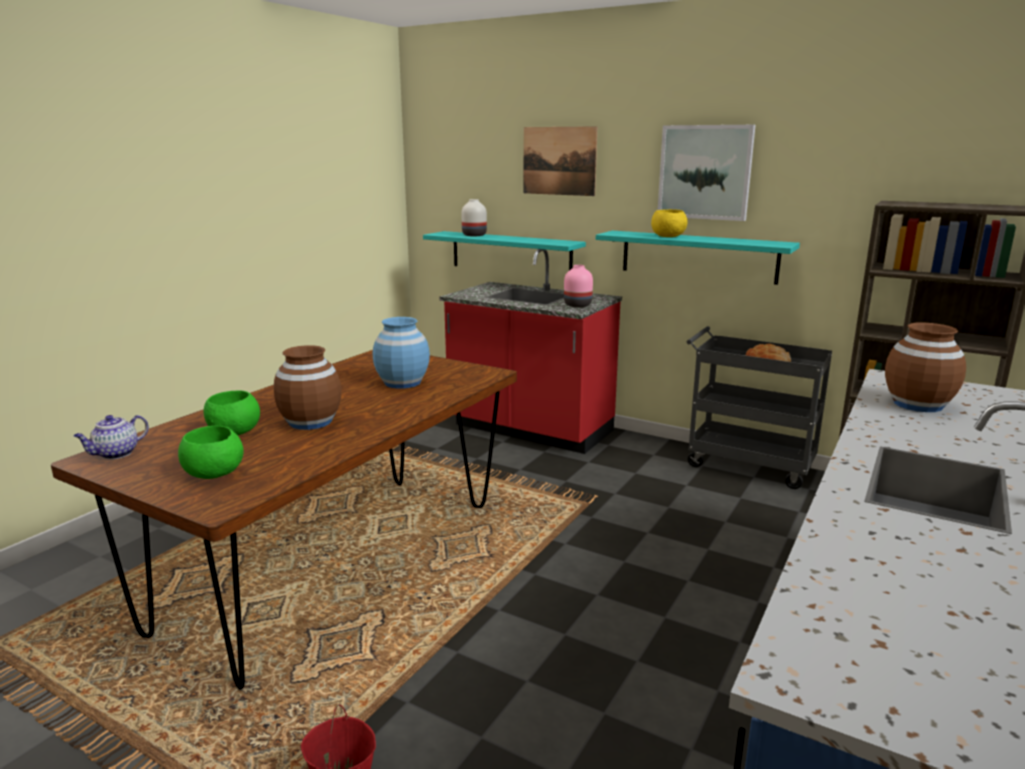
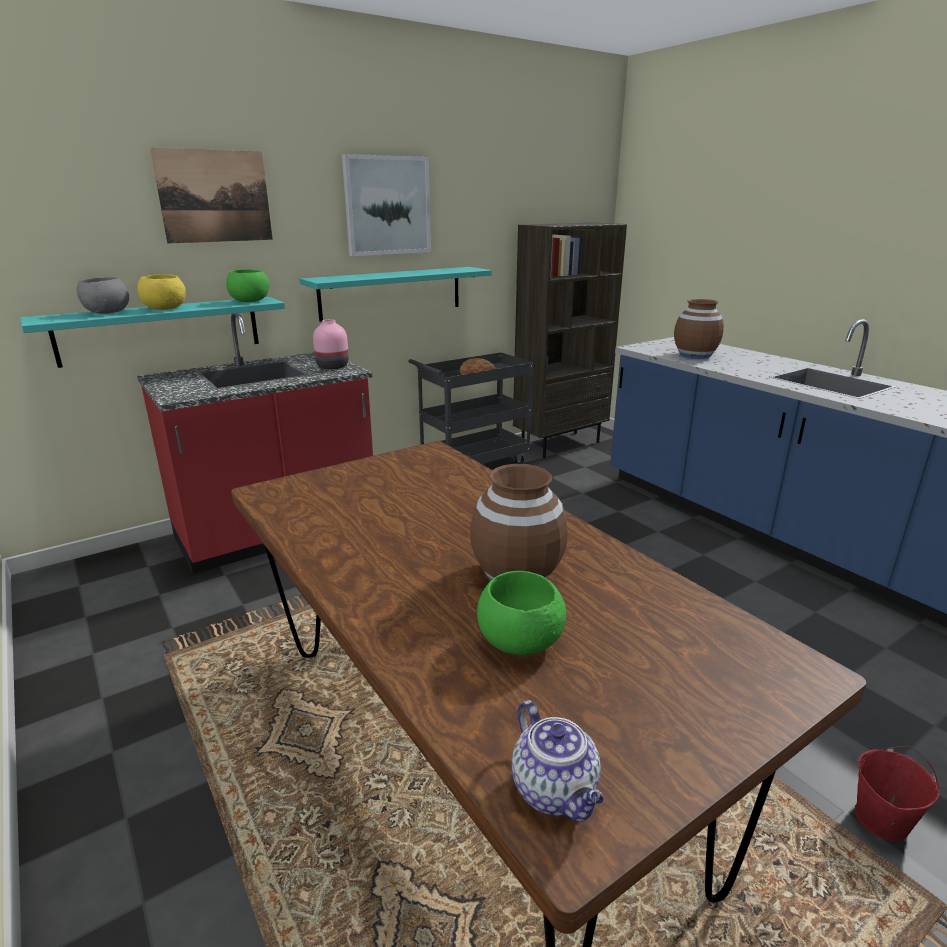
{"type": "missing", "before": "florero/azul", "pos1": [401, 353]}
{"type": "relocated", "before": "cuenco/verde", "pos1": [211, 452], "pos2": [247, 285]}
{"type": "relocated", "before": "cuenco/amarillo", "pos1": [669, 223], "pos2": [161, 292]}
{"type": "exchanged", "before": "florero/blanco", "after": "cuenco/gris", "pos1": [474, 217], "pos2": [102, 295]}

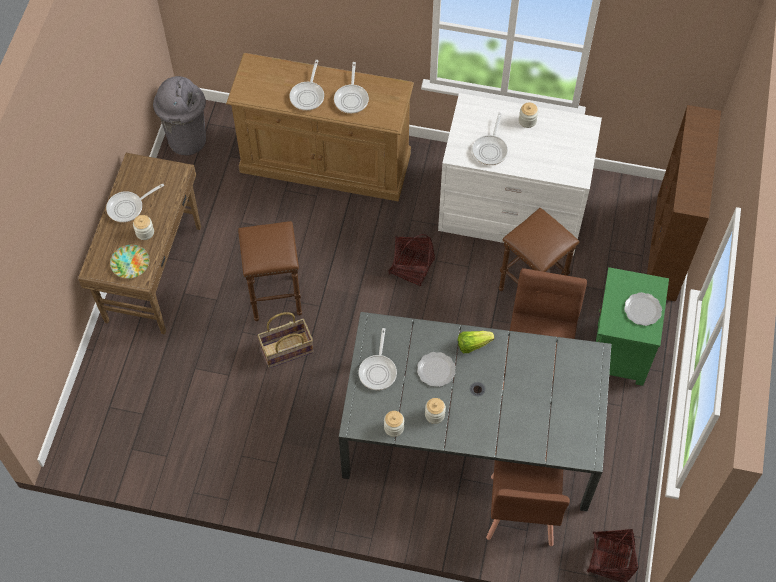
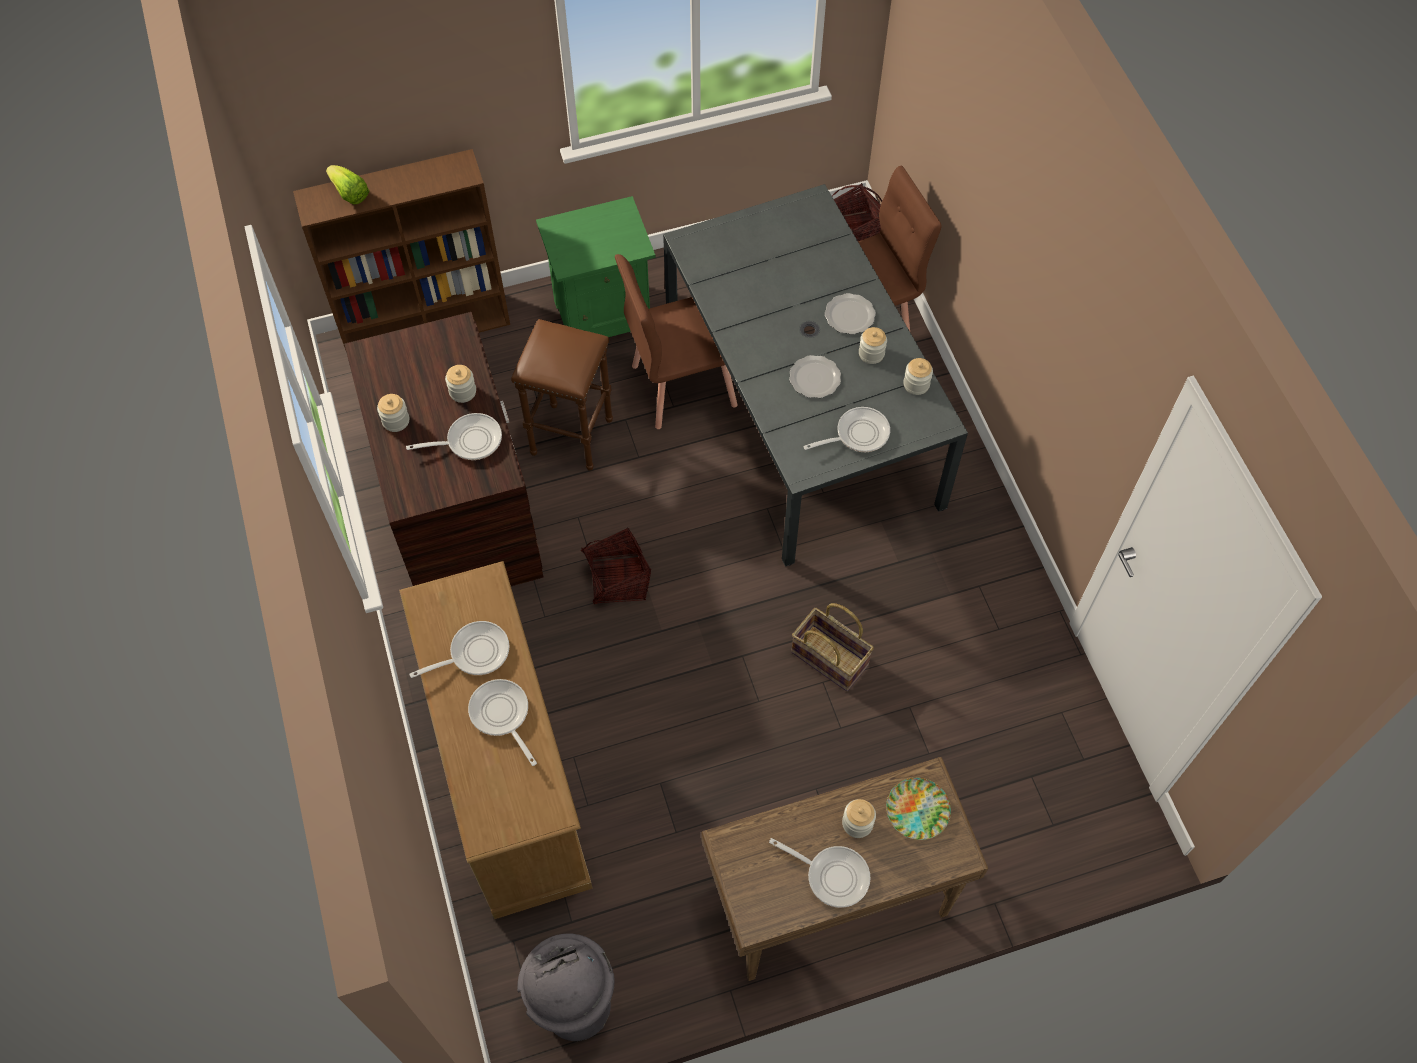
{"type": "missing", "before": "taburete/marrón", "pos1": [270, 271]}
{"type": "appeared", "after": "tarro", "pos2": [460, 384]}
{"type": "relocated", "before": "lechuga", "pos1": [476, 342], "pos2": [347, 184]}
{"type": "relocated", "before": "plato", "pos1": [643, 309], "pos2": [850, 313]}
{"type": "colour", "before": "cómoda/blanco", "after": "cómoda/marrón", "pos1": [520, 174], "pos2": [443, 449]}
{"type": "spun", "before": "sartén", "pos1": [306, 85], "pos2": [502, 722], "turn": -105}

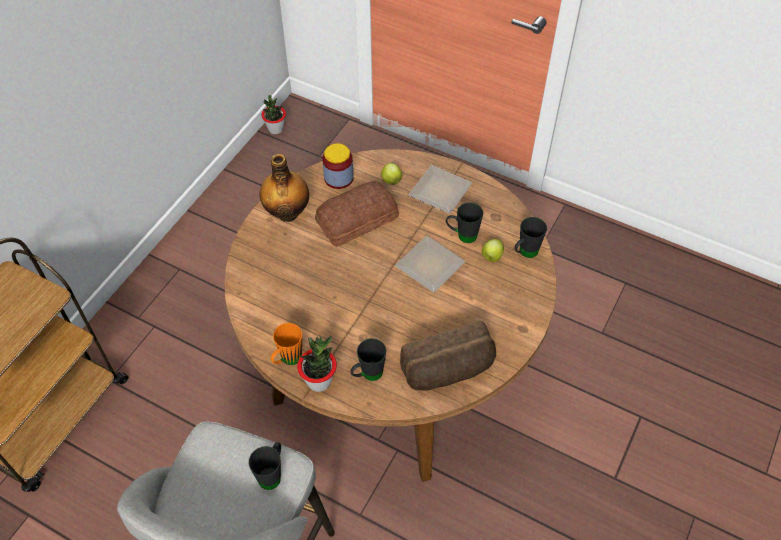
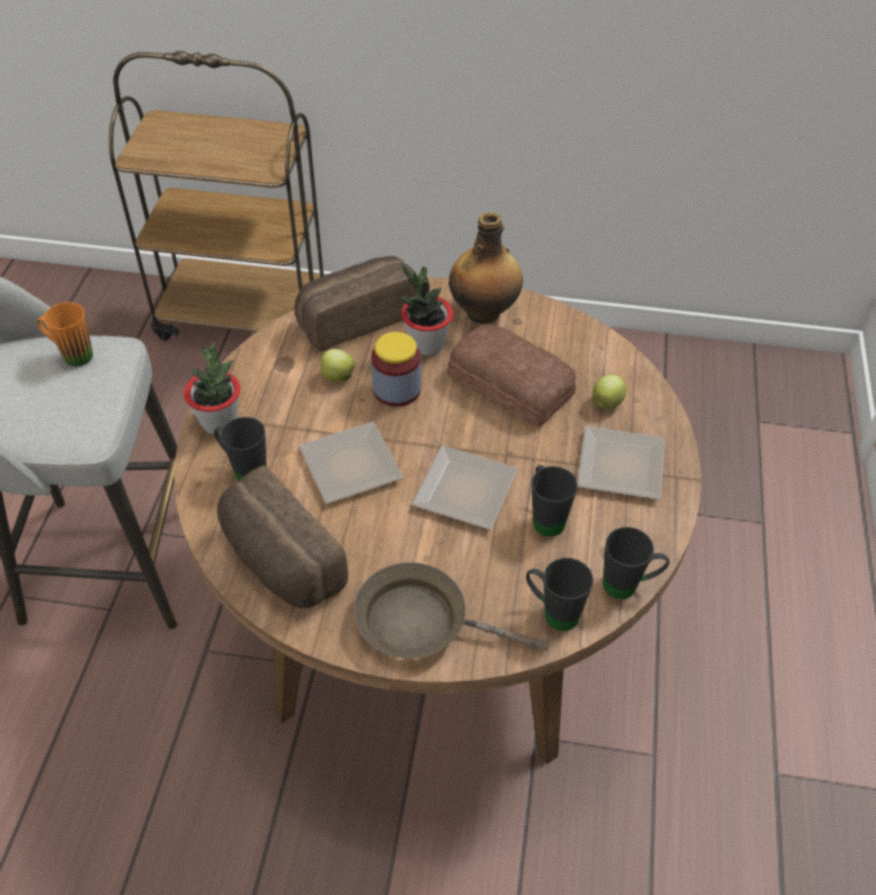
{"type": "appeared", "after": "pan", "pos2": [356, 304]}
{"type": "appeared", "after": "plato", "pos2": [351, 463]}
{"type": "appeared", "after": "sartén/marrón", "pos2": [451, 610]}
{"type": "relocated", "before": "taza grande/negro", "pos1": [265, 466], "pos2": [636, 563]}
{"type": "relocated", "before": "planta en maceta", "pos1": [273, 114], "pos2": [427, 310]}
{"type": "relocated", "before": "taza grande/naranja", "pos1": [286, 344], "pos2": [65, 334]}
{"type": "relocated", "before": "tarro", "pos1": [338, 166], "pos2": [396, 369]}
{"type": "relocated", "before": "manzana", "pos1": [493, 250], "pos2": [337, 365]}

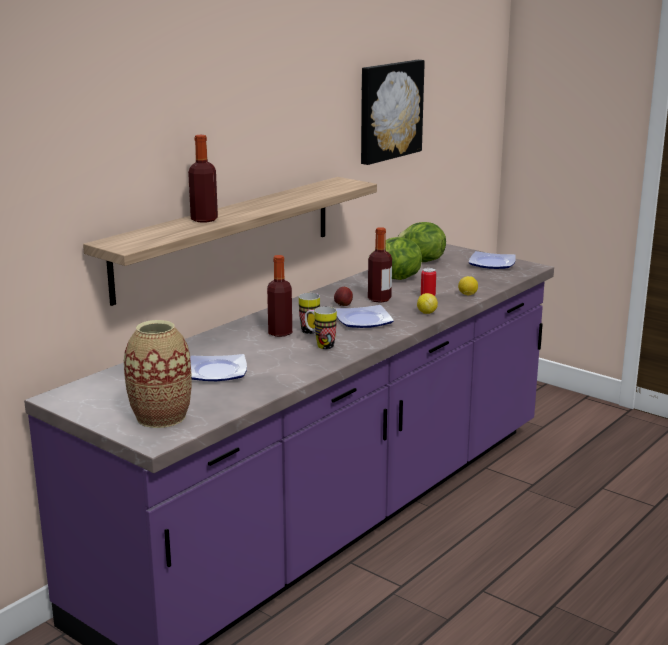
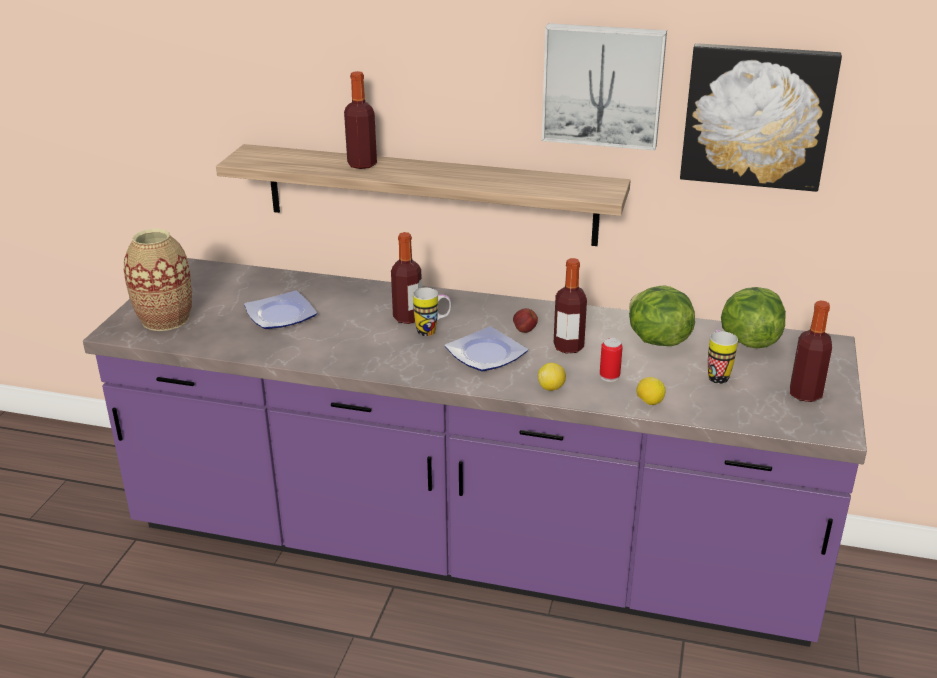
{"type": "appeared", "after": "cuadro", "pos2": [604, 87]}
{"type": "relocated", "before": "taza grande", "pos1": [321, 327], "pos2": [723, 357]}
{"type": "exchanged", "before": "plato", "after": "botella", "pos1": [492, 260], "pos2": [811, 351]}

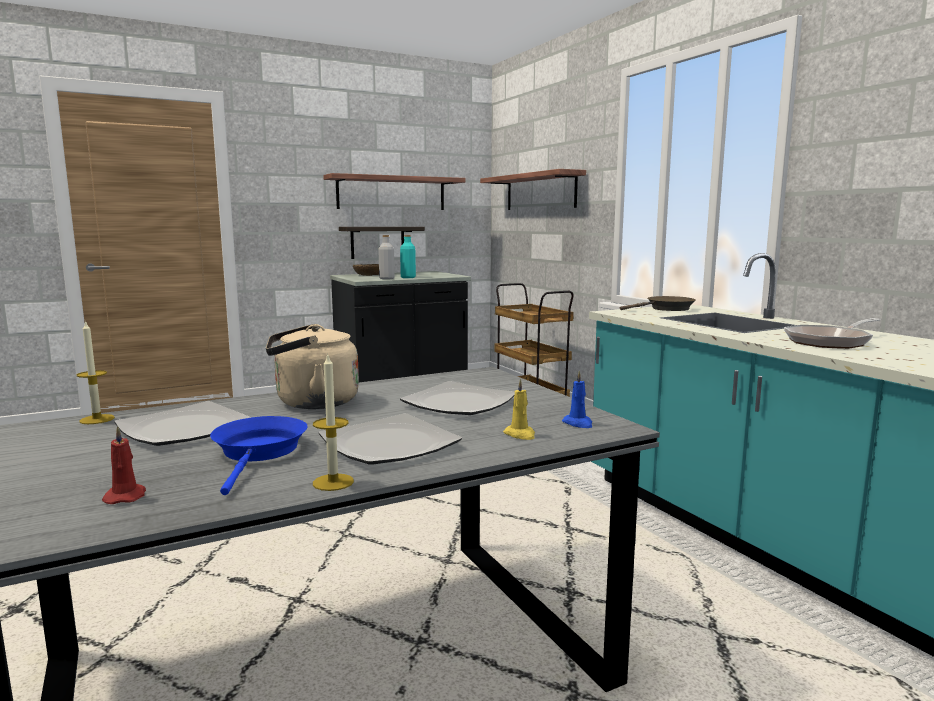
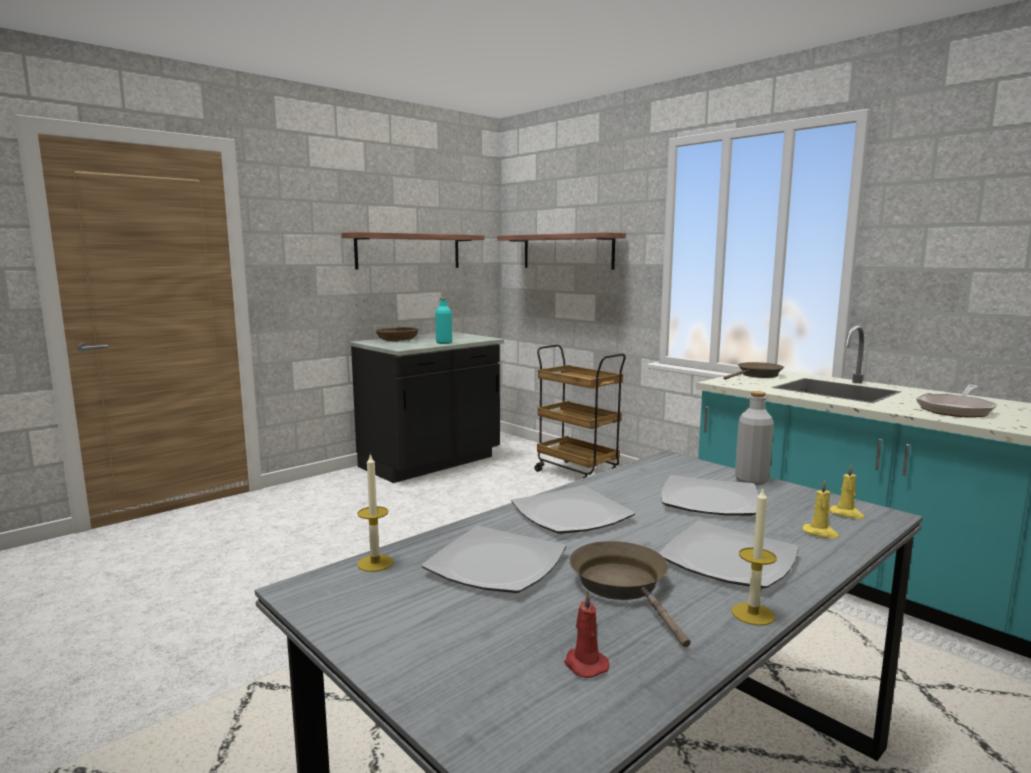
{"type": "missing", "before": "estante", "pos1": [382, 243]}
{"type": "relocated", "before": "botella/gris", "pos1": [386, 257], "pos2": [754, 438]}
{"type": "exchanged", "before": "hervidor/beis", "after": "plato", "pos1": [312, 366], "pos2": [573, 510]}
{"type": "colour", "before": "sartén/azul", "after": "sartén/marrón", "pos1": [258, 455], "pos2": [629, 594]}
{"type": "colour", "before": "vela/azul", "after": "vela/amarillo", "pos1": [577, 399], "pos2": [847, 492]}

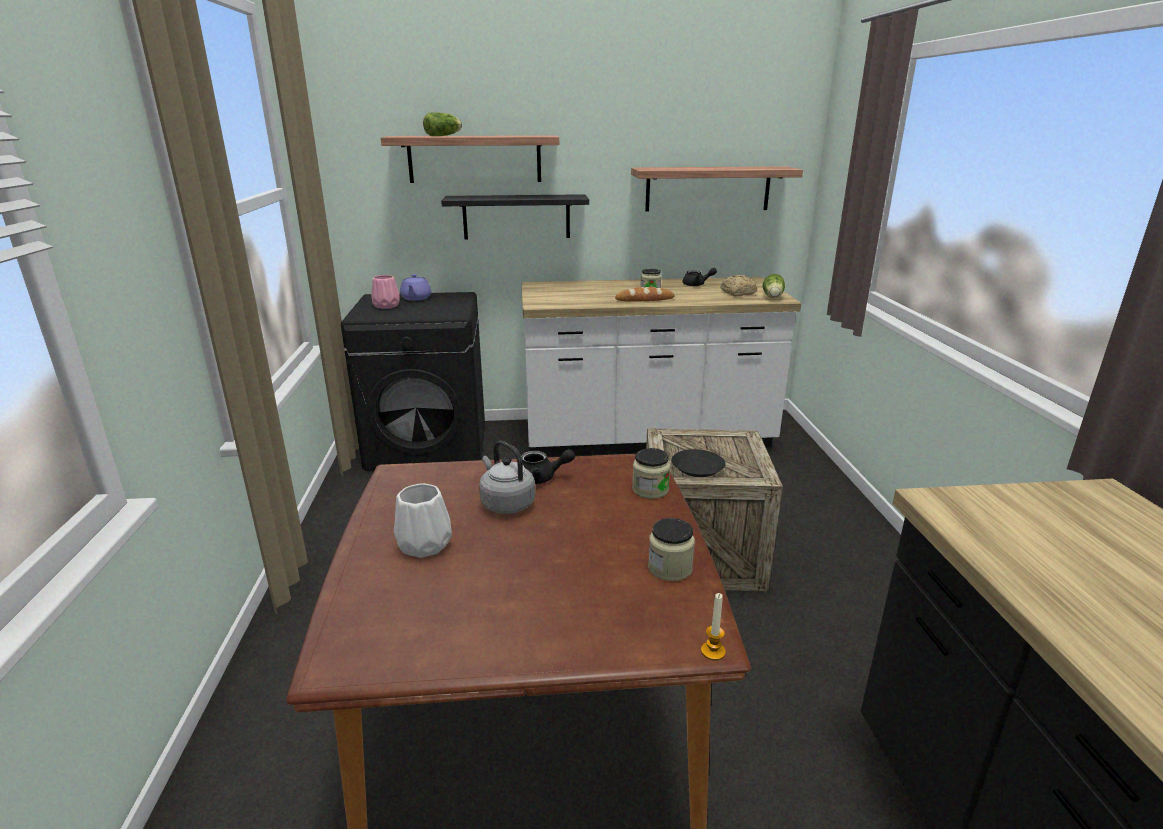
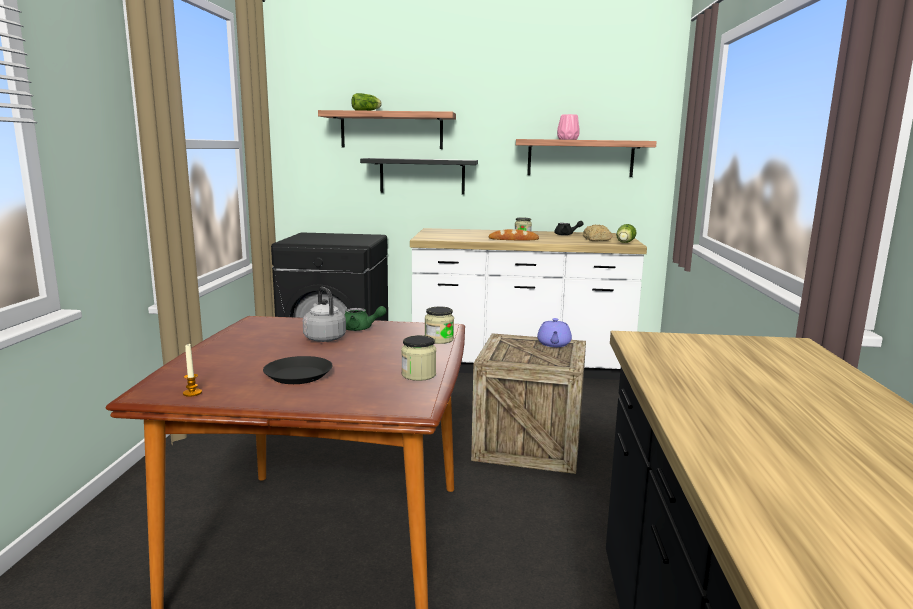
{"type": "missing", "before": "florero/blanco", "pos1": [423, 520]}
{"type": "relocated", "before": "florero/rosa", "pos1": [385, 292], "pos2": [568, 127]}
{"type": "relocated", "before": "tetera/morado", "pos1": [415, 287], "pos2": [554, 332]}
{"type": "relocated", "before": "plato/negro", "pos1": [698, 463], "pos2": [298, 370]}
{"type": "relocated", "before": "vela", "pos1": [713, 626], "pos2": [192, 370]}
{"type": "colour", "before": "tetera/negro", "after": "tetera/verde", "pos1": [548, 466], "pos2": [365, 318]}

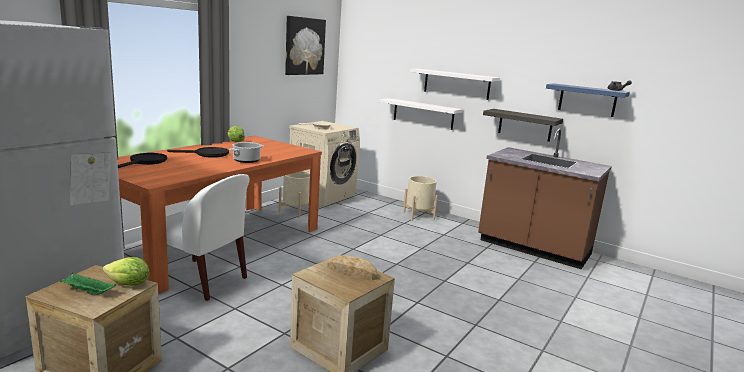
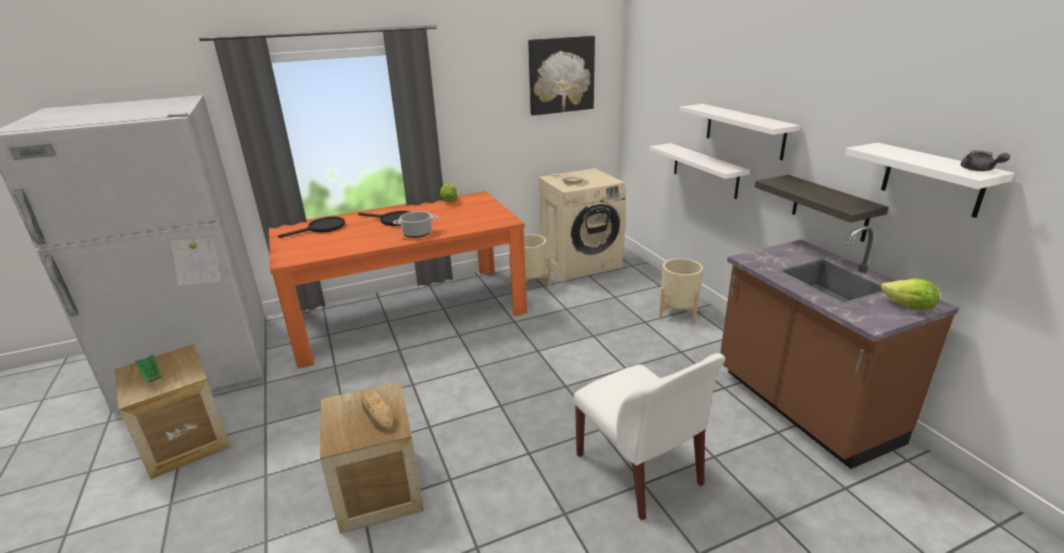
{"type": "relocated", "before": "lechuga", "pos1": [126, 271], "pos2": [910, 294]}
{"type": "relocated", "before": "silla/blanco", "pos1": [207, 237], "pos2": [649, 437]}
{"type": "colour", "before": "estante/azul", "after": "estante/blanco", "pos1": [588, 100], "pos2": [930, 180]}

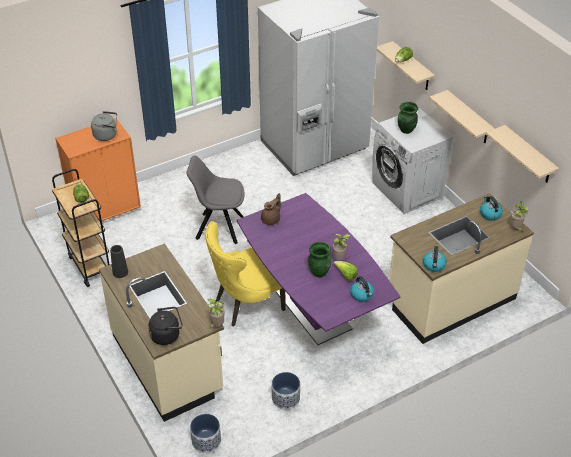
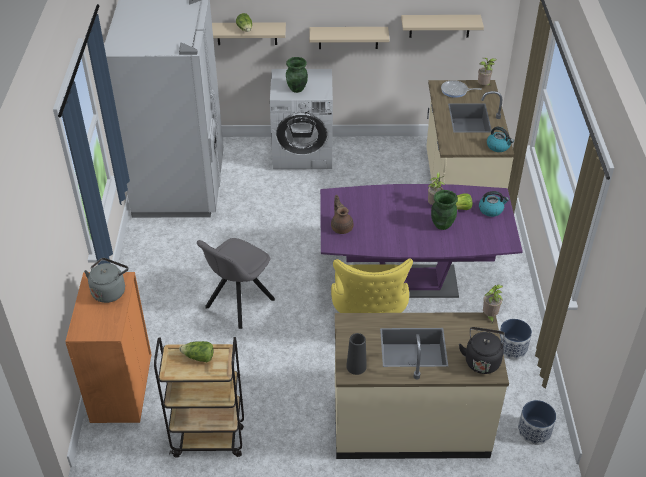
{"type": "exchanged", "before": "hervidor", "after": "sartén", "pos1": [491, 208], "pos2": [461, 89]}

